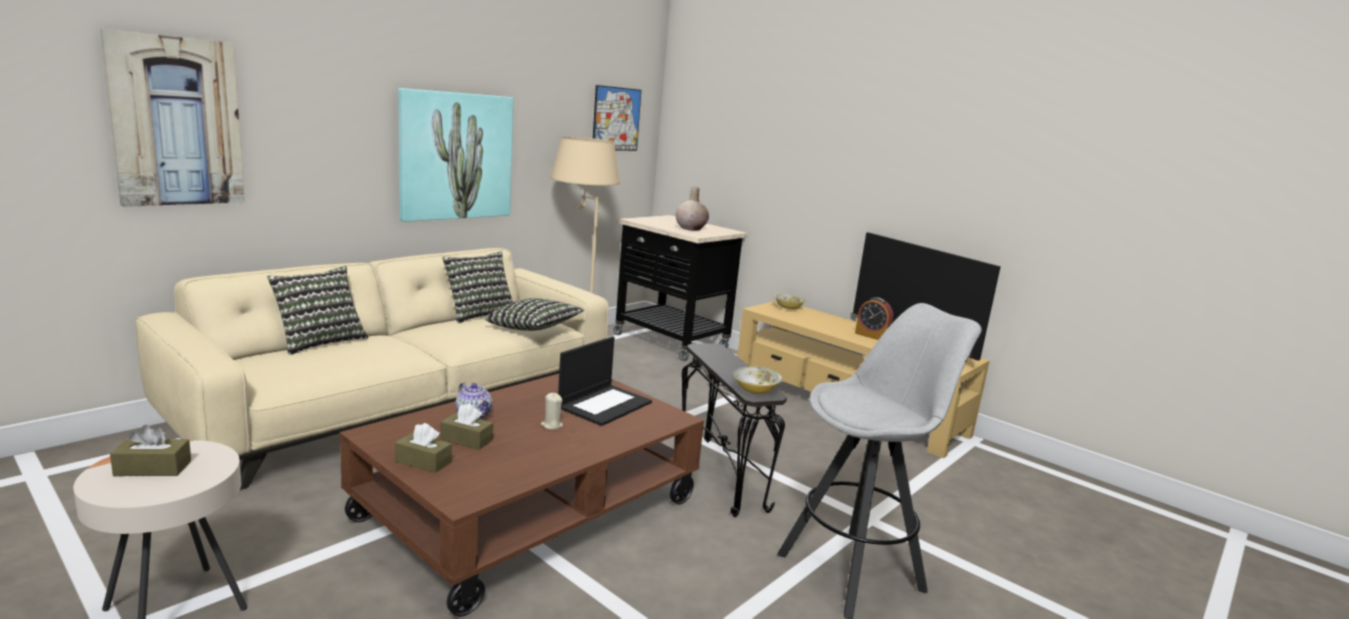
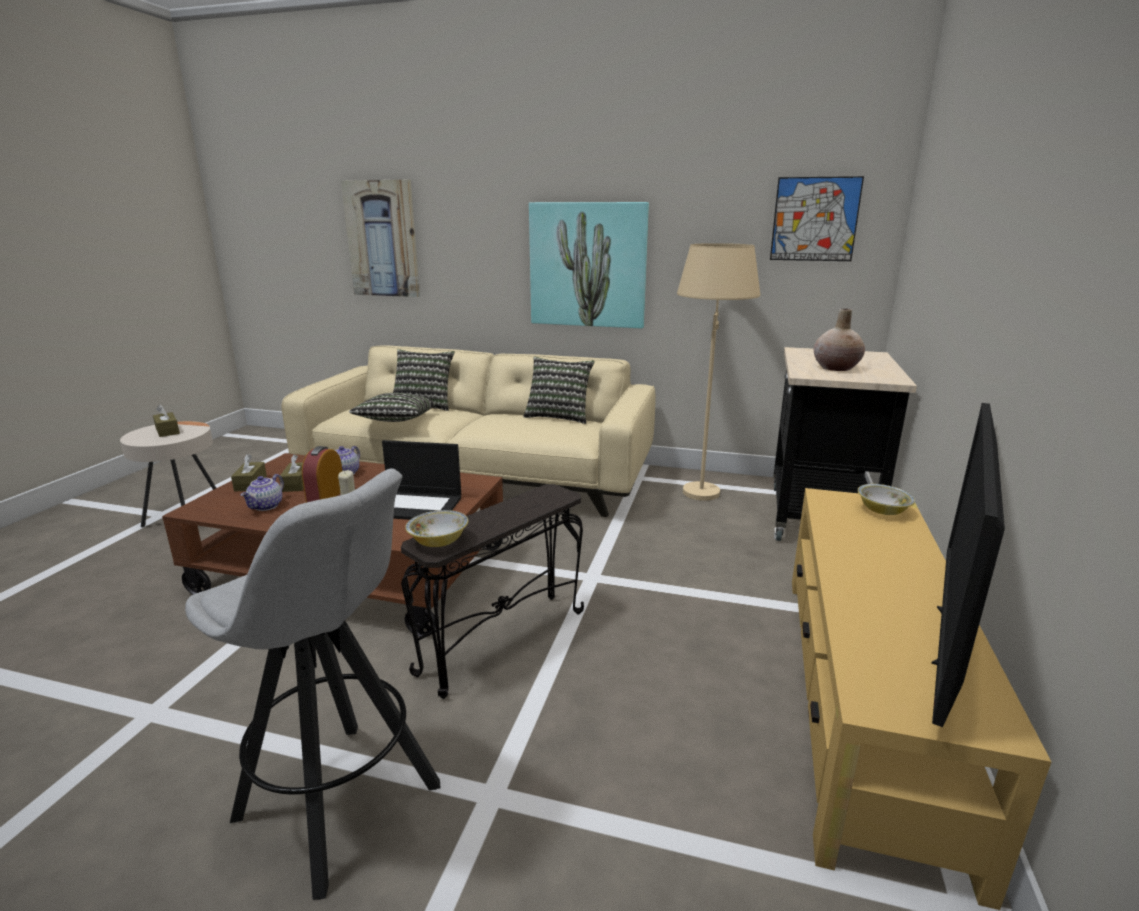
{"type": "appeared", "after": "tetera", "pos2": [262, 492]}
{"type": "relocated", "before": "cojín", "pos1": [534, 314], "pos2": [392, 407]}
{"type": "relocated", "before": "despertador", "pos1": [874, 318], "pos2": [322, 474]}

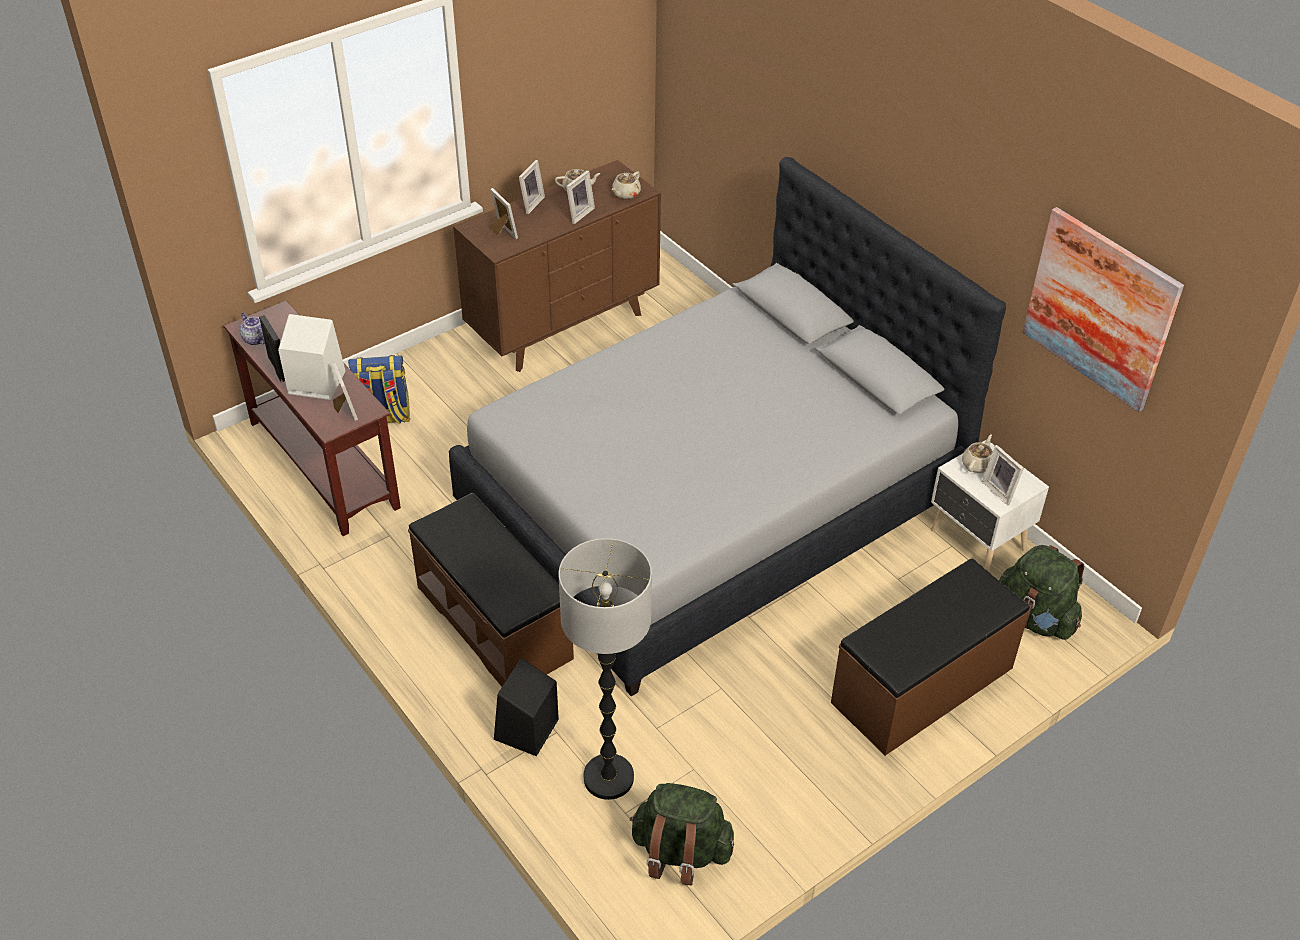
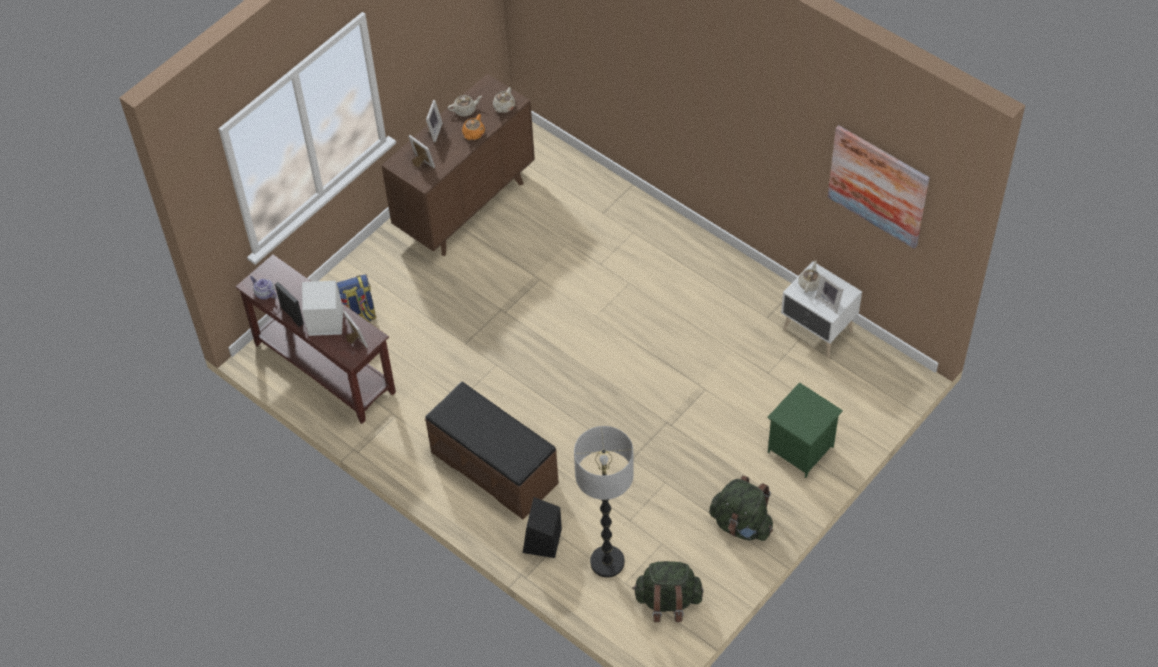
{"type": "missing", "before": "cama/gris", "pos1": [727, 426]}
{"type": "relocated", "before": "mochila/verde", "pos1": [1041, 592], "pos2": [741, 508]}
{"type": "exchanged", "before": "portarretratos", "after": "tetera/naranja", "pos1": [580, 197], "pos2": [473, 127]}
{"type": "exchanged", "before": "banco/marrón", "after": "mesita de noche/verde", "pos1": [930, 657], "pos2": [805, 430]}

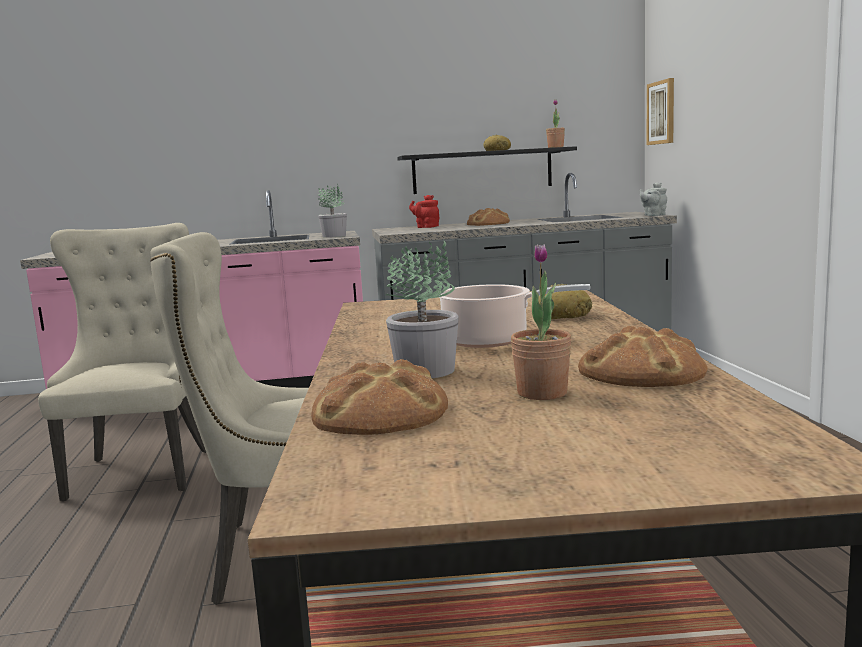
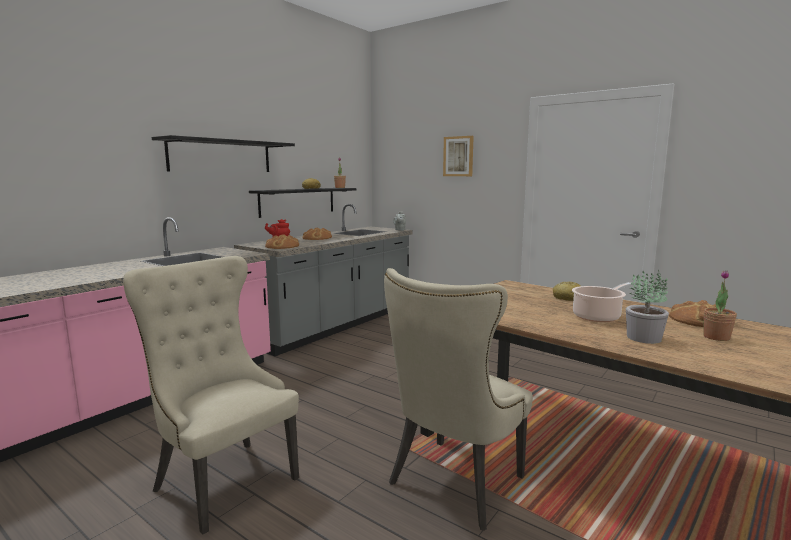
{"type": "missing", "before": "planta en maceta", "pos1": [332, 211]}
{"type": "appeared", "after": "estante/negro", "pos2": [223, 153]}
{"type": "relocated", "before": "pan", "pos1": [379, 397], "pos2": [282, 242]}
{"type": "relocated", "before": "cuadro", "pos1": [660, 111], "pos2": [458, 156]}

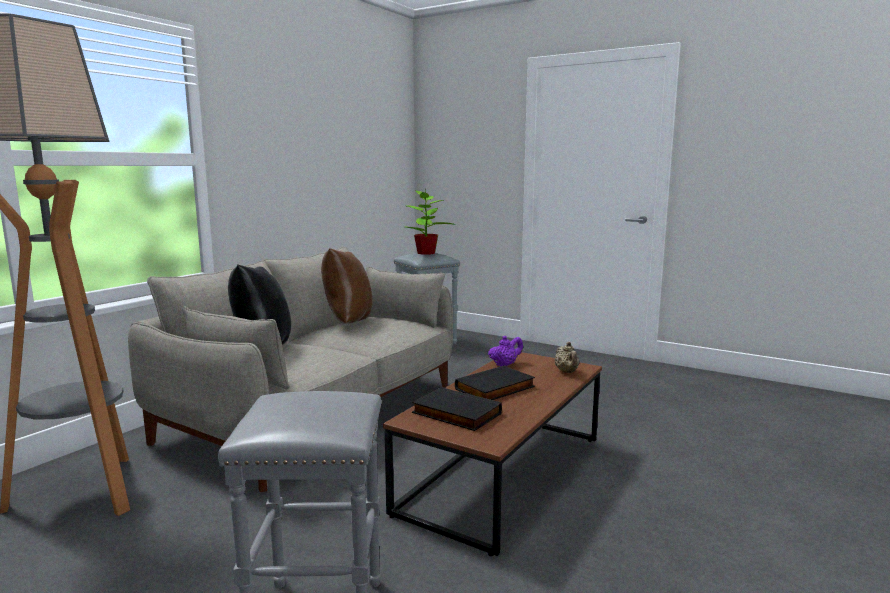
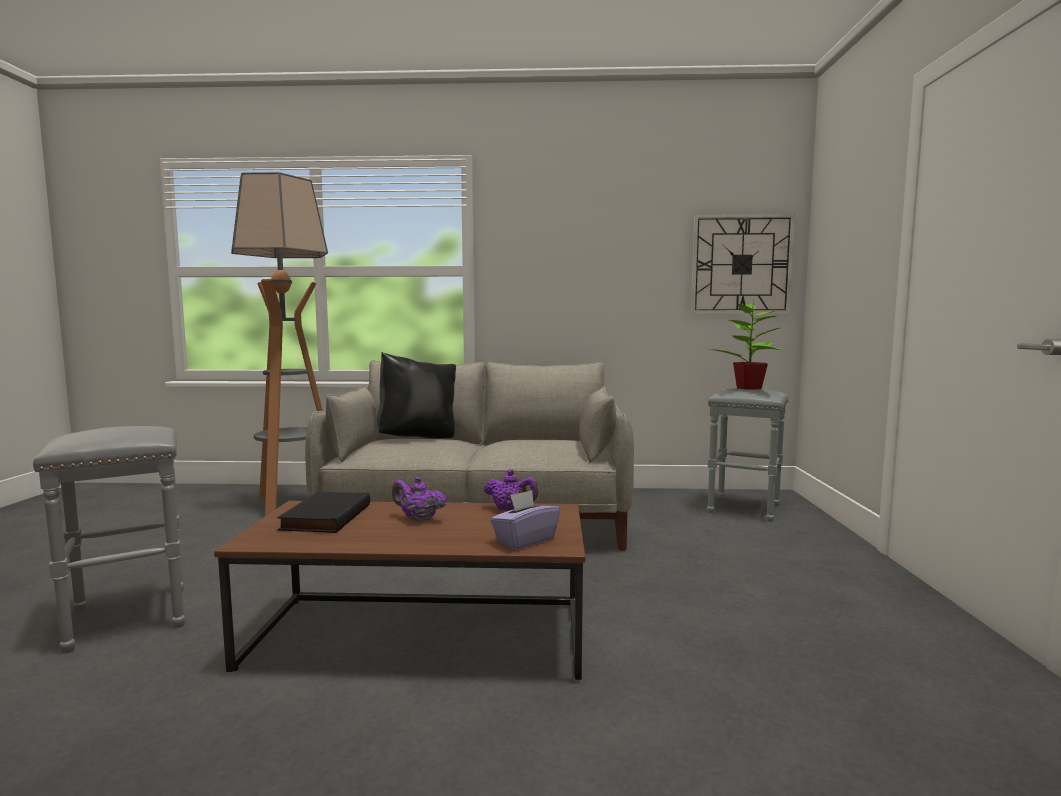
{"type": "missing", "before": "cojín/marrón", "pos1": [347, 286]}
{"type": "appeared", "after": "reloj de pared", "pos2": [743, 264]}
{"type": "exchanged", "before": "libro/negro", "after": "tetera/morado", "pos1": [495, 382], "pos2": [419, 499]}
{"type": "exchanged", "before": "tetera/beis", "after": "caja de pañuelos/morado", "pos1": [567, 357], "pos2": [525, 520]}

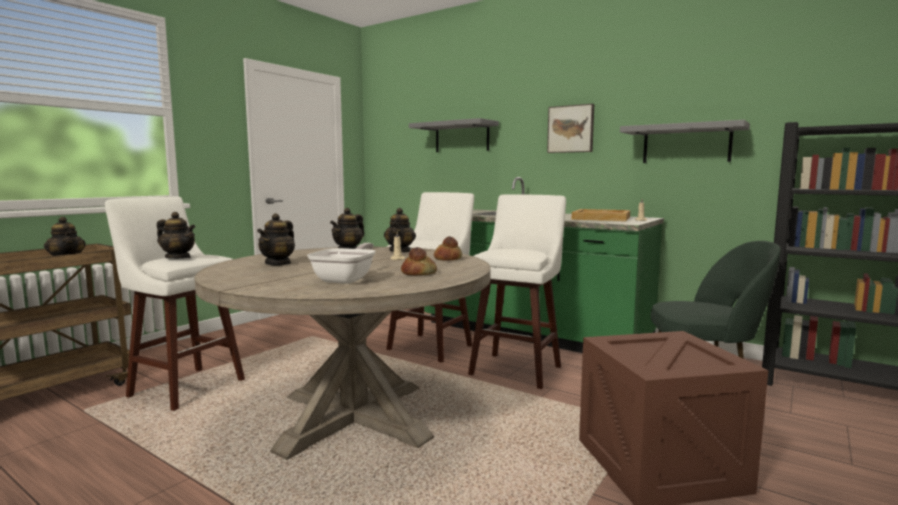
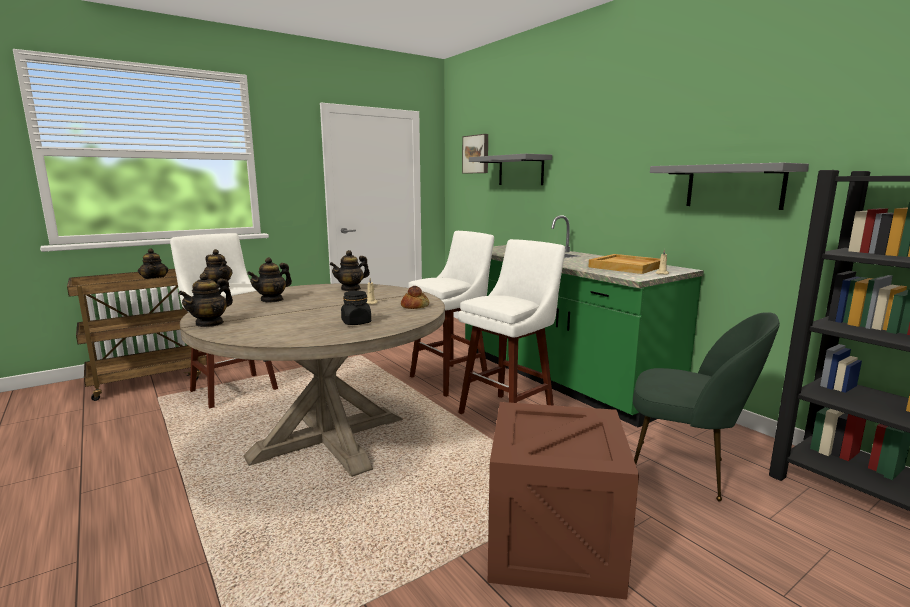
{"type": "missing", "before": "sartén", "pos1": [341, 263]}
{"type": "relocated", "before": "tetera", "pos1": [400, 230], "pos2": [205, 300]}
{"type": "relocated", "before": "cuadro", "pos1": [570, 128], "pos2": [475, 154]}
{"type": "exchanged", "before": "pan", "after": "tarro/negro", "pos1": [419, 261], "pos2": [356, 308]}

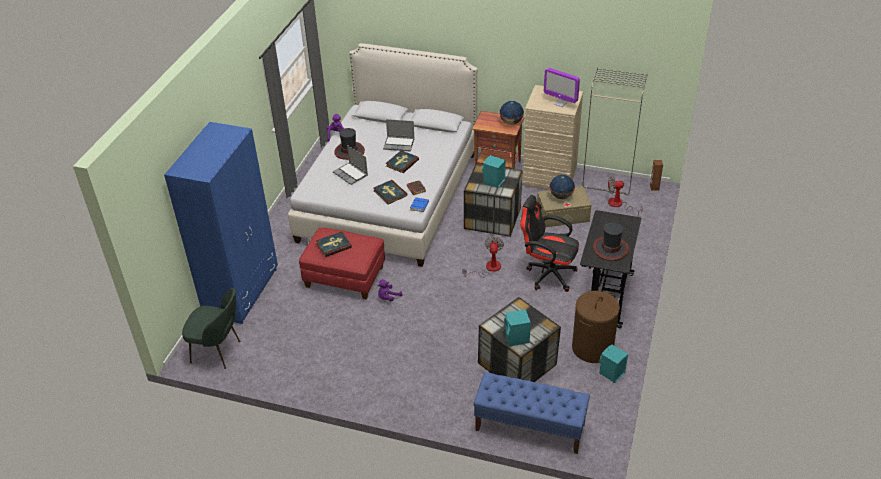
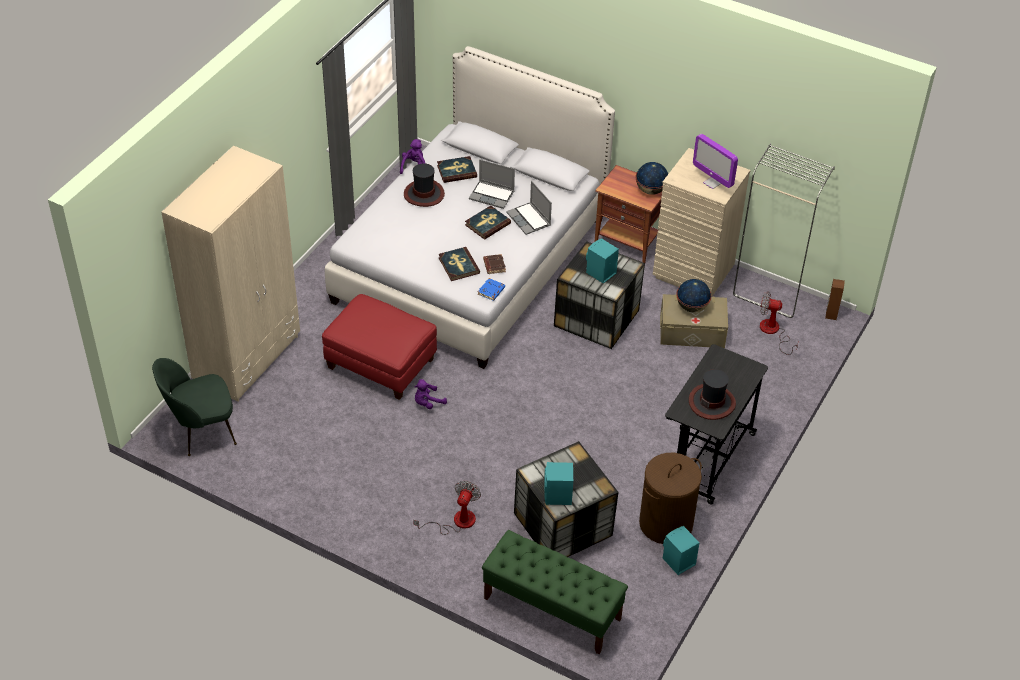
{"type": "missing", "before": "silla de oficina/negro", "pos1": [549, 243]}
{"type": "relocated", "before": "libro", "pos1": [334, 244], "pos2": [457, 169]}
{"type": "relocated", "before": "portátil", "pos1": [350, 165], "pos2": [529, 208]}
{"type": "relocated", "before": "ventilador", "pos1": [483, 257], "pos2": [447, 508]}
{"type": "colour", "before": "armario ropero/azul", "after": "armario ropero/beis", "pos1": [221, 223], "pos2": [230, 274]}
{"type": "colour", "before": "banco/azul", "after": "banco/verde", "pos1": [531, 413], "pos2": [555, 592]}
{"type": "spun", "before": "silla/verde", "pos1": [211, 328], "pos2": [194, 407], "turn": 135}

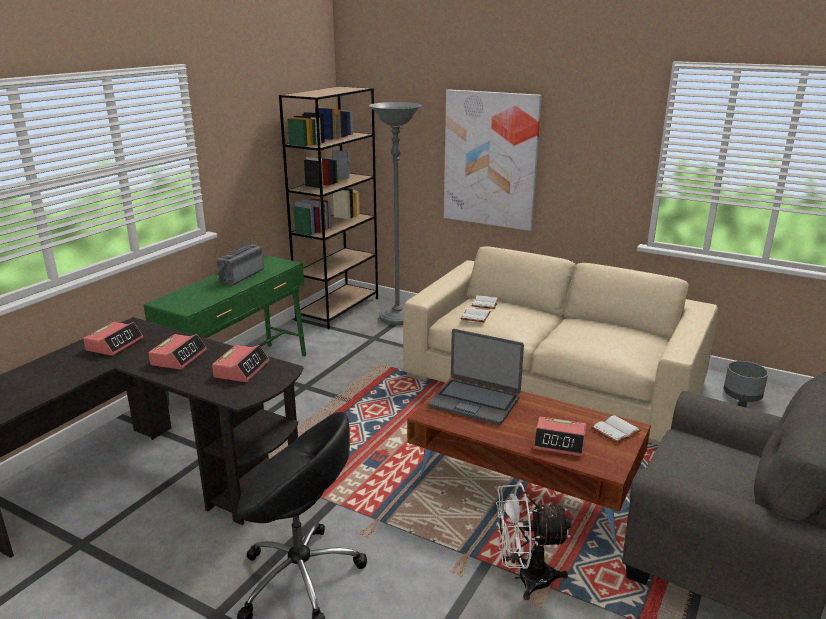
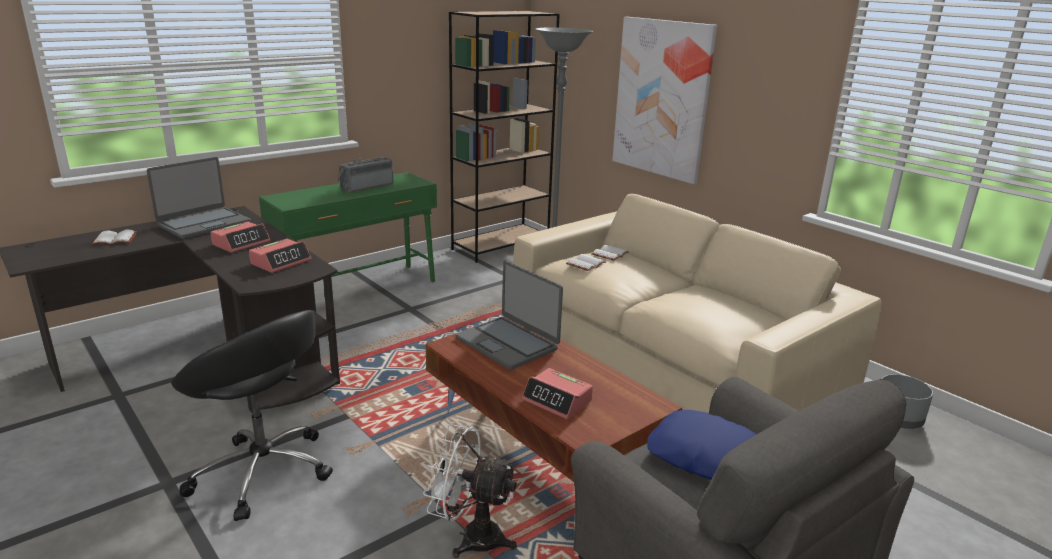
{"type": "appeared", "after": "cojín/azul", "pos2": [702, 445]}
{"type": "relocated", "before": "libro/blanco", "pos1": [616, 429], "pos2": [114, 237]}
{"type": "exchanged", "before": "despertador", "after": "portátil", "pos1": [113, 339], "pos2": [199, 198]}

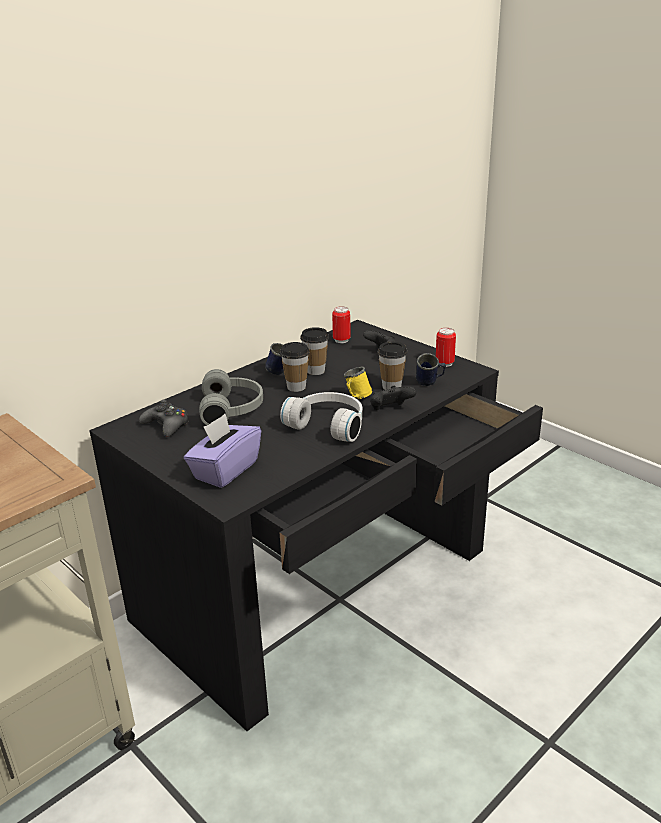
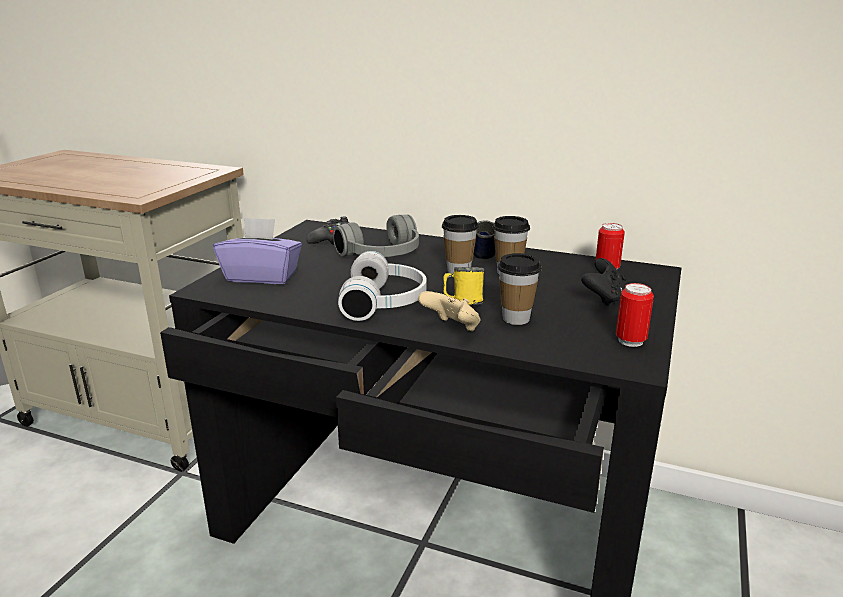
{"type": "missing", "before": "taza grande/azul", "pos1": [431, 369]}
{"type": "colour", "before": "mando de consola/negro", "after": "mando de consola/beis", "pos1": [393, 398], "pos2": [449, 311]}

